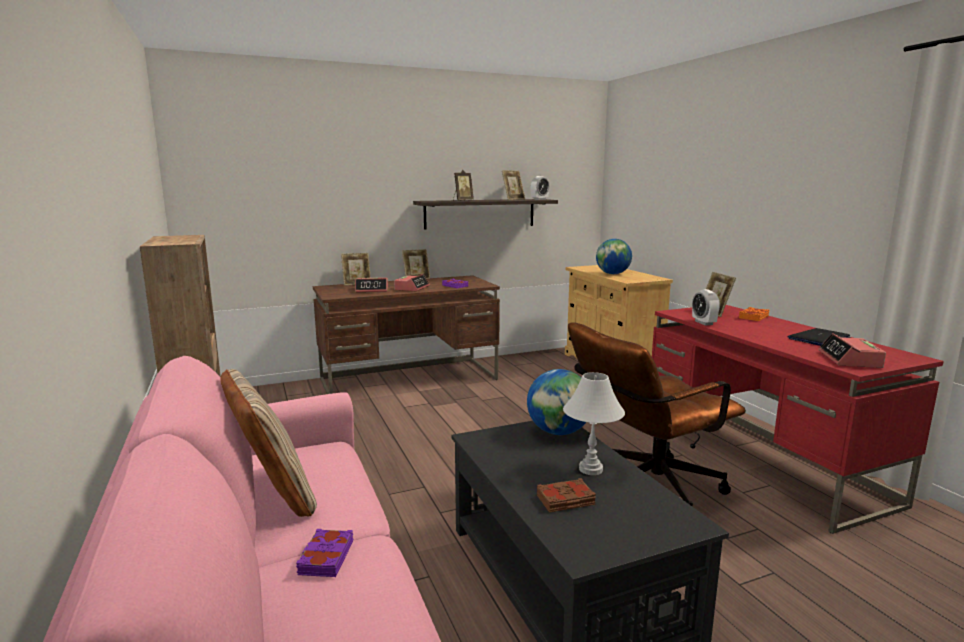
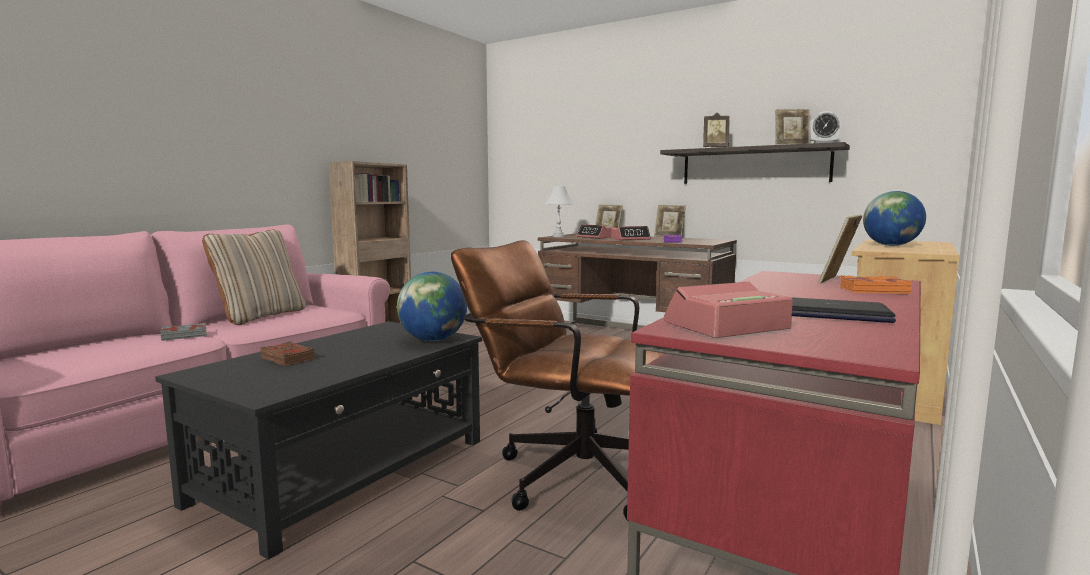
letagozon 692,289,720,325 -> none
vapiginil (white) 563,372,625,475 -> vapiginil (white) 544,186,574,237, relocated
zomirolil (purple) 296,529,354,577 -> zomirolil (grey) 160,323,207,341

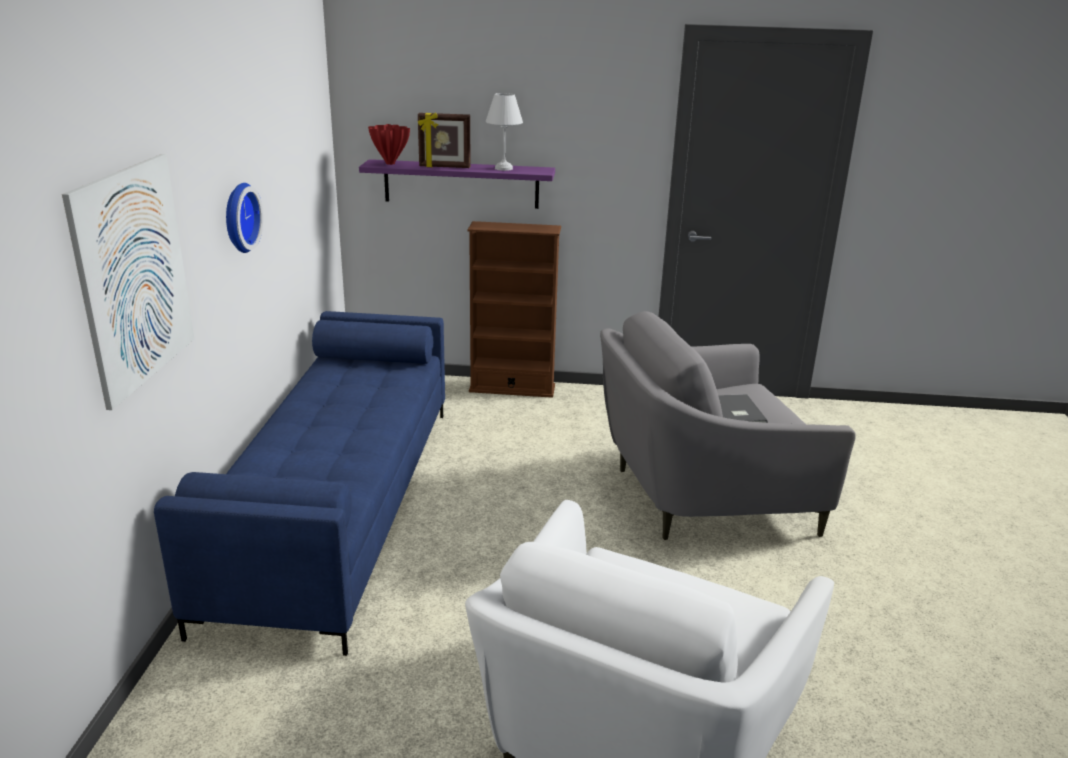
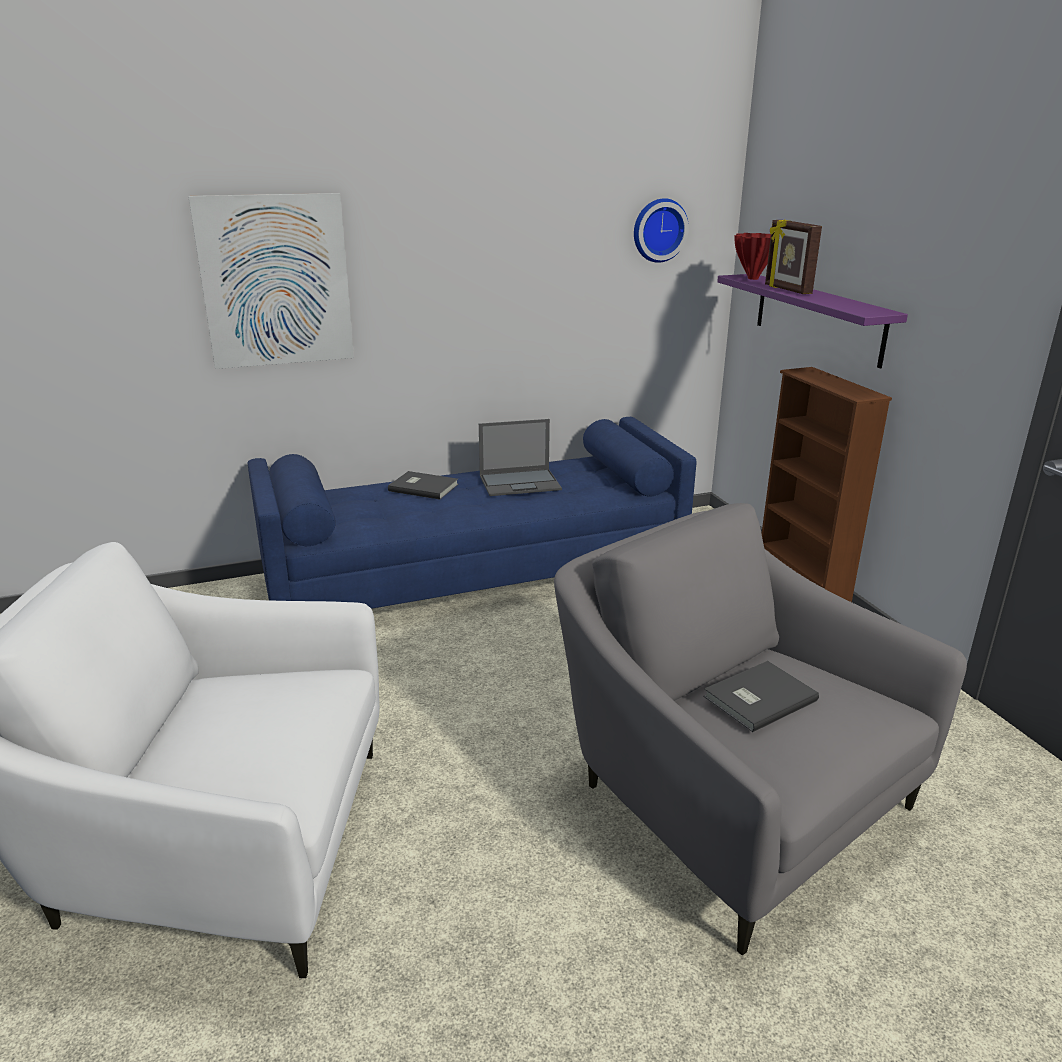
vapiginil (white) 486,93,523,171 -> none
none -> zomirolil (grey) 388,471,458,499
none -> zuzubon 479,419,562,496
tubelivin 226,183,263,253 -> tubelivin 634,198,689,263, relocated

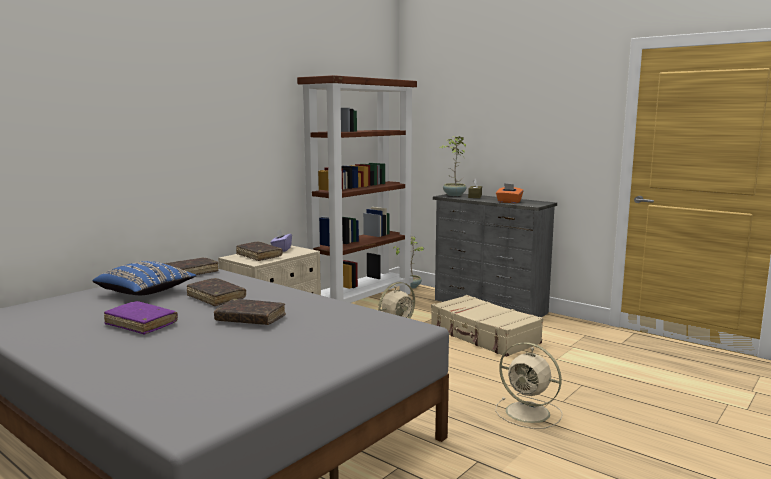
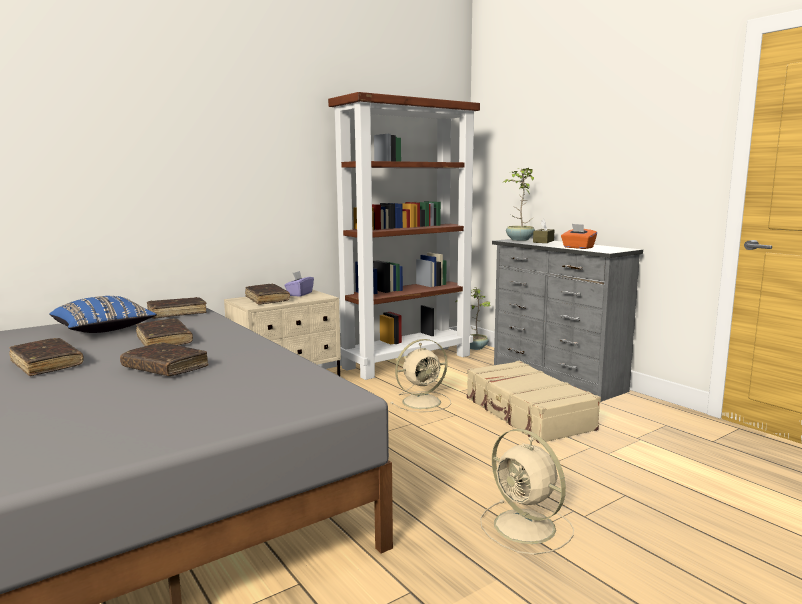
zomirolil (purple) 104,301,178,335 -> zomirolil (brown) 9,338,84,376

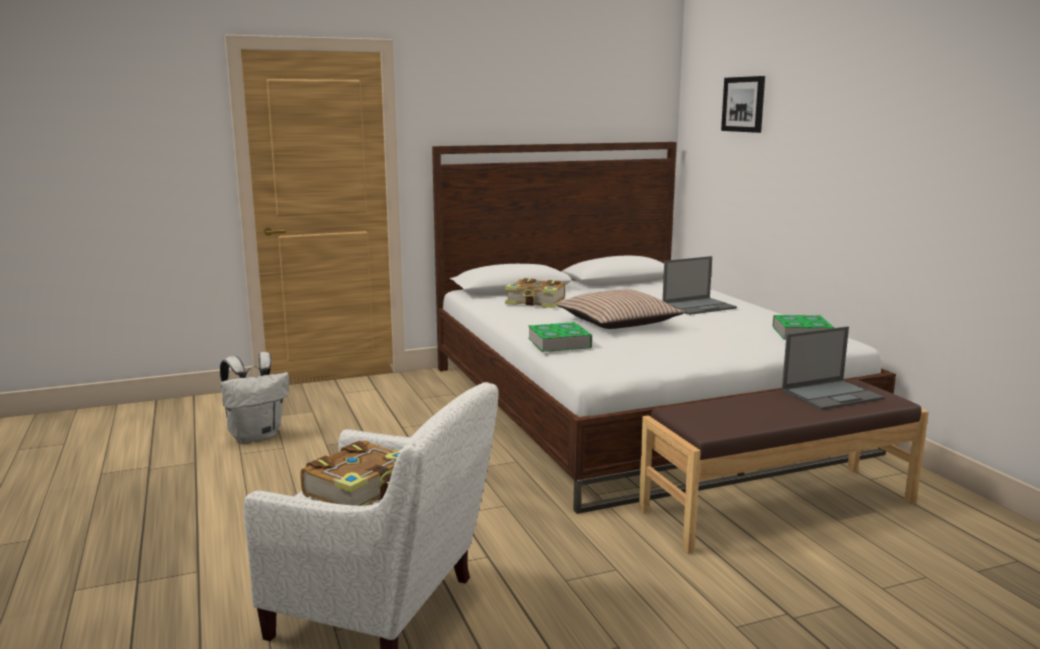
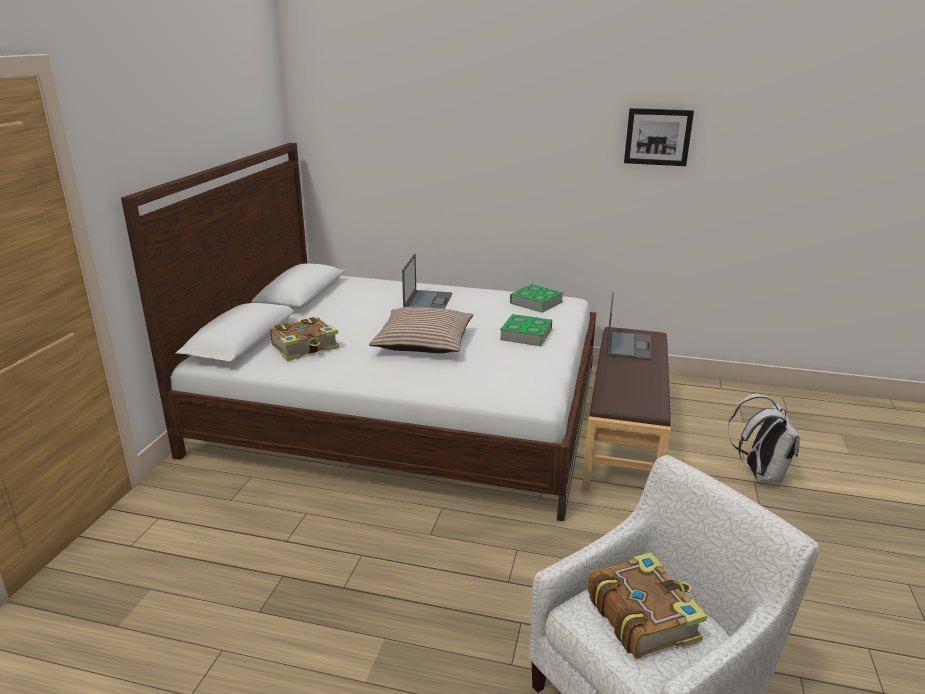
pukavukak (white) 220,352,289,443 -> pukavukak (white) 728,394,800,484, relocated
zomirolil 528,322,592,352 -> zomirolil 500,314,552,346, relocated
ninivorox 721,76,765,133 -> ninivorox 624,108,694,166, relocated

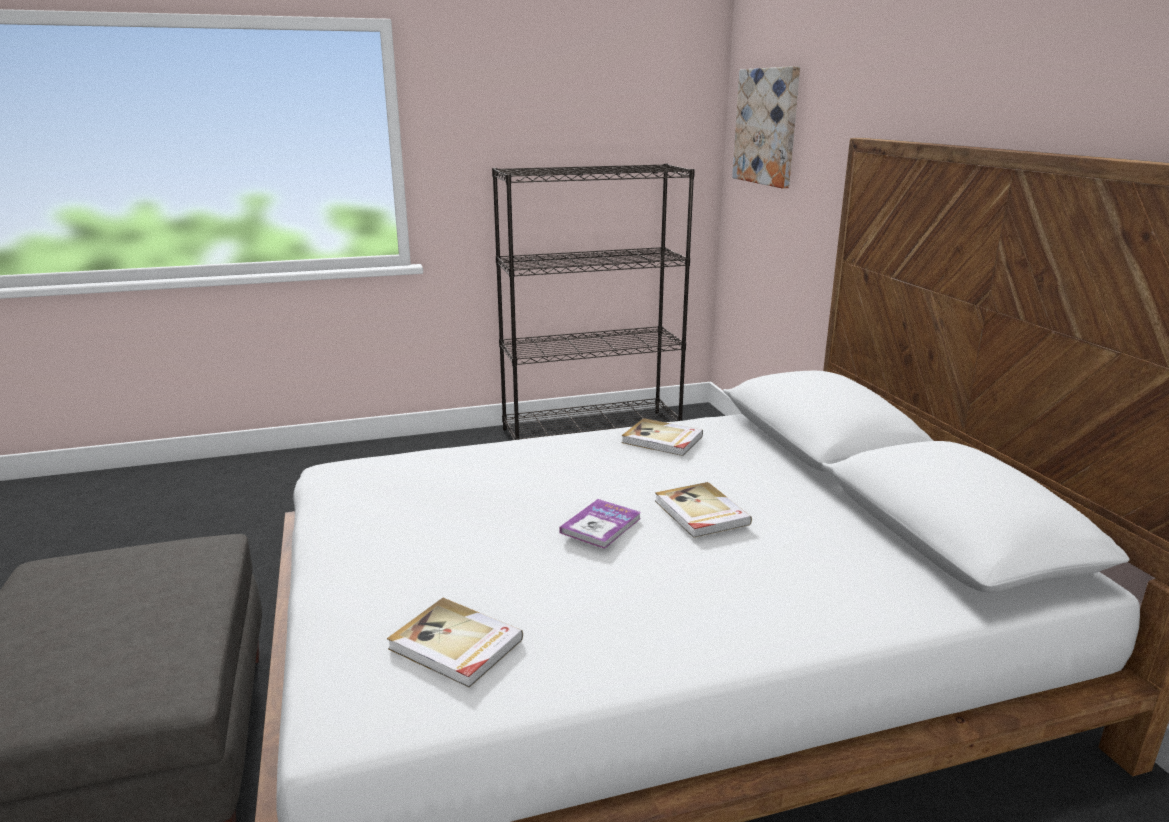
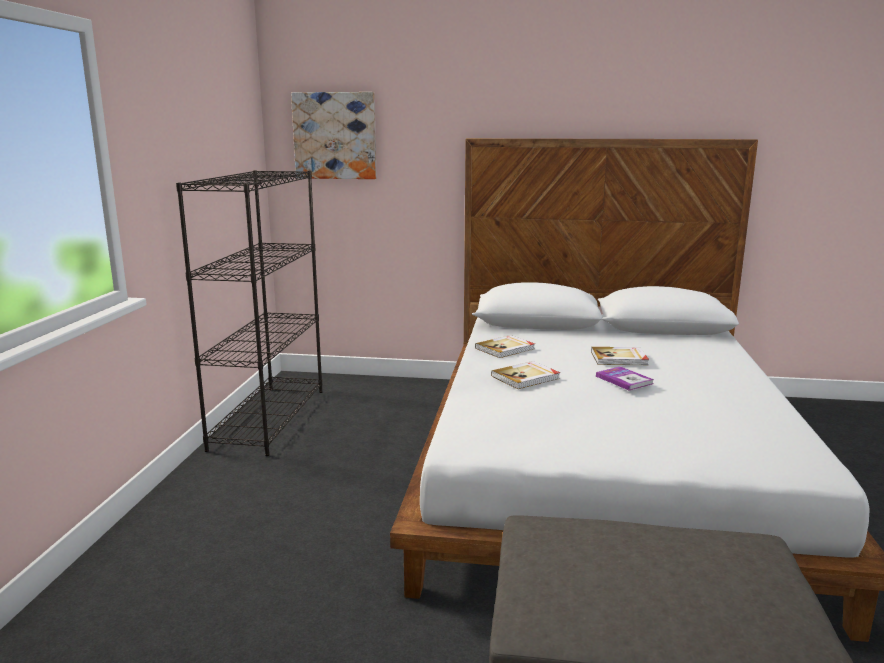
zomirolil 387,598,523,688 -> zomirolil 491,361,560,389, relocated

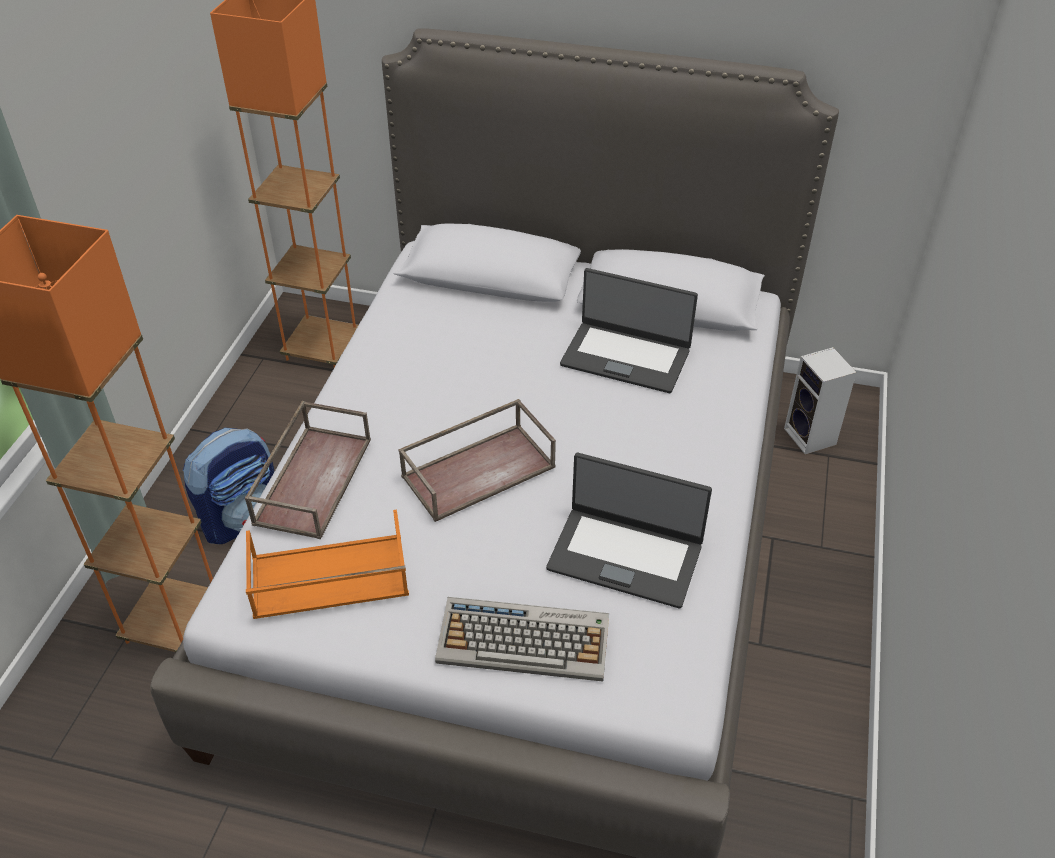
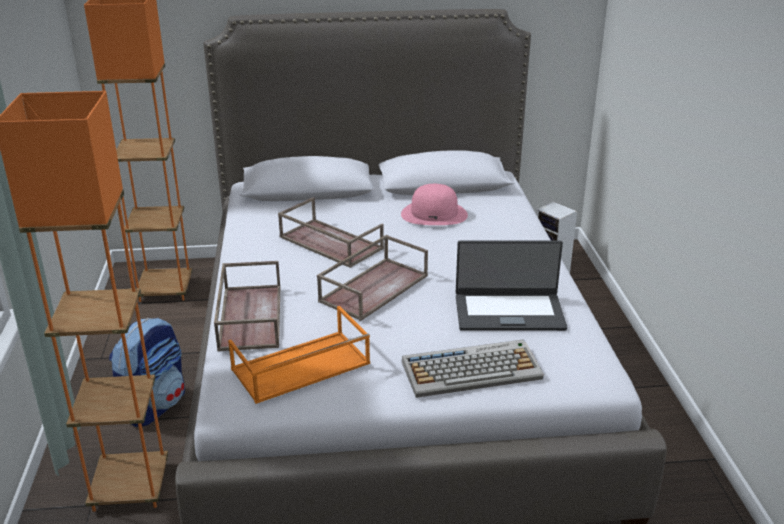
none -> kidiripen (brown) 278,197,384,268
zuzubon 560,268,698,393 -> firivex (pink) 401,184,468,225

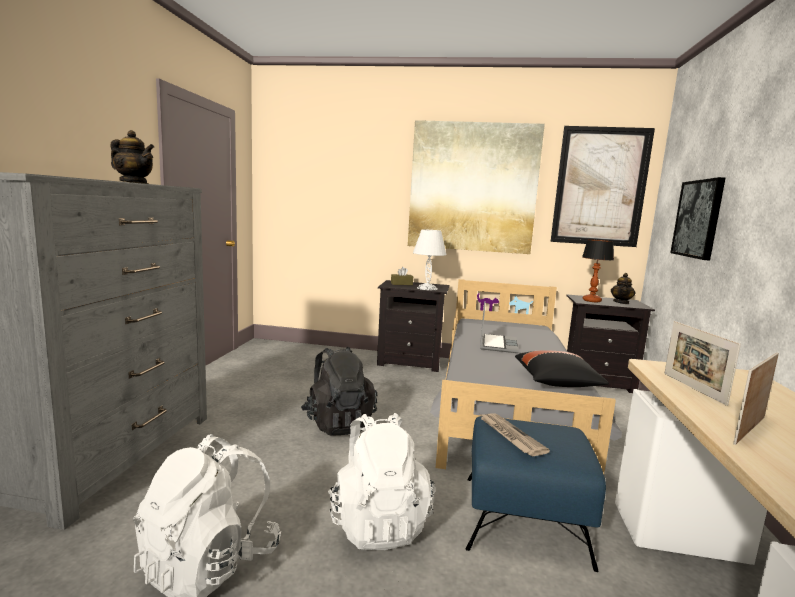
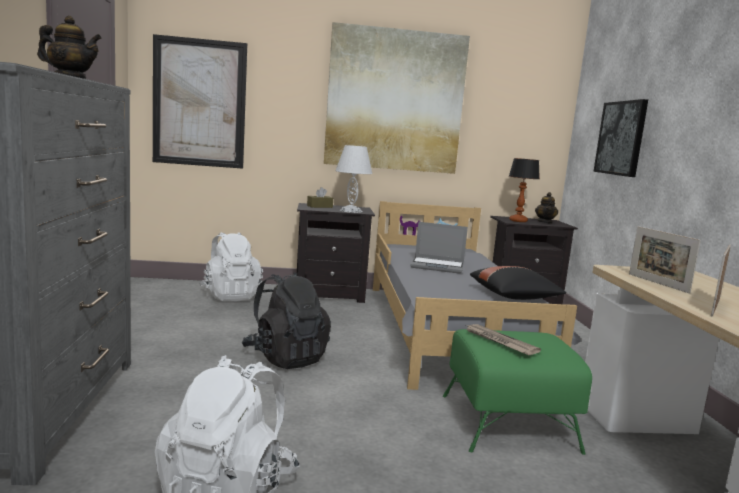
pukavukak (white) 328,413,435,550 -> pukavukak (white) 199,232,263,302, relocated
ninivorox 551,126,655,247 -> ninivorox 153,34,247,169, relocated
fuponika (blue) 466,416,606,572 -> fuponika (green) 443,329,592,455
zuzubon 480,301,519,353 -> zuzubon 410,222,468,274, 105 degrees clockwise

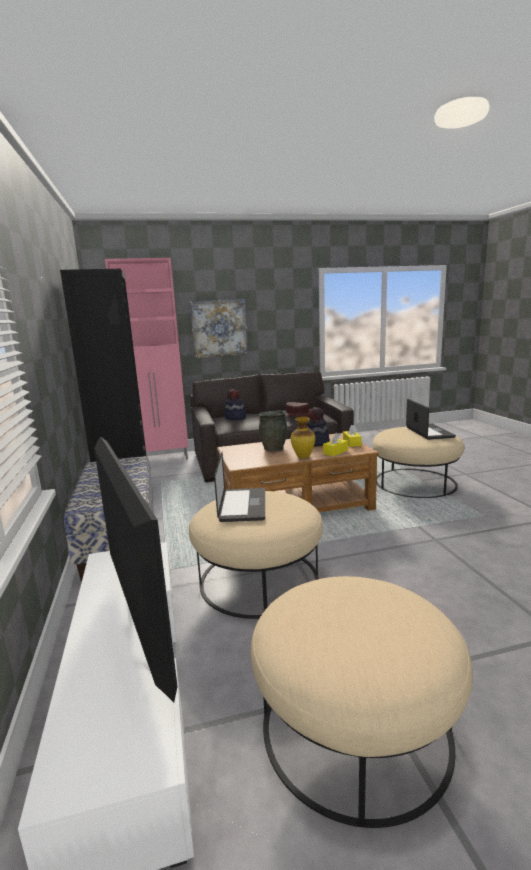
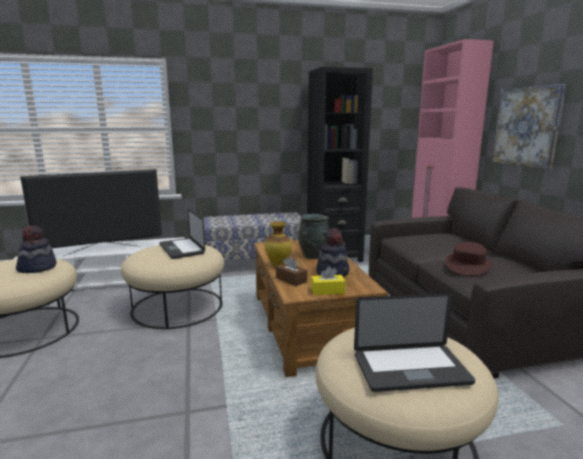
firivex 224,389,246,420 -> firivex 16,226,57,273, relocated
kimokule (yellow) 323,433,348,456 -> kimokule (brown) 276,256,307,286
zuzubon 214,452,265,522 -> zuzubon 159,209,205,259, 60 degrees clockwise

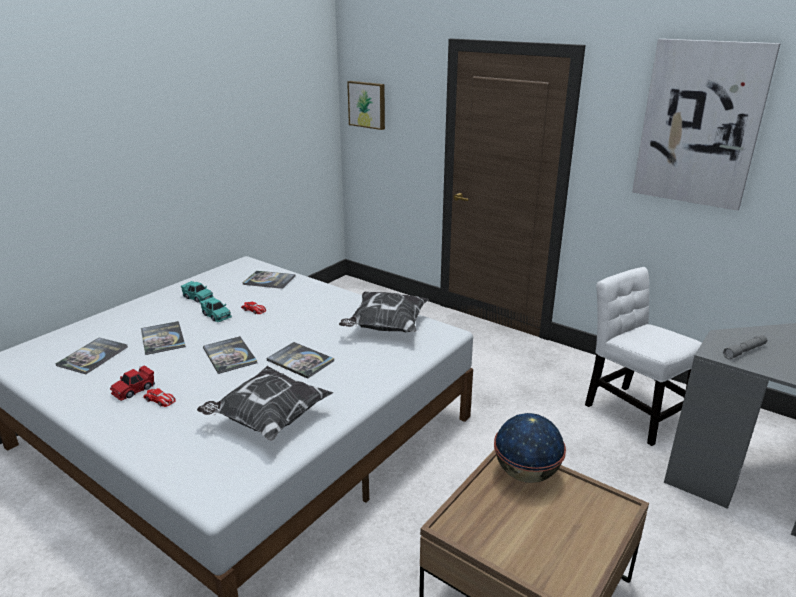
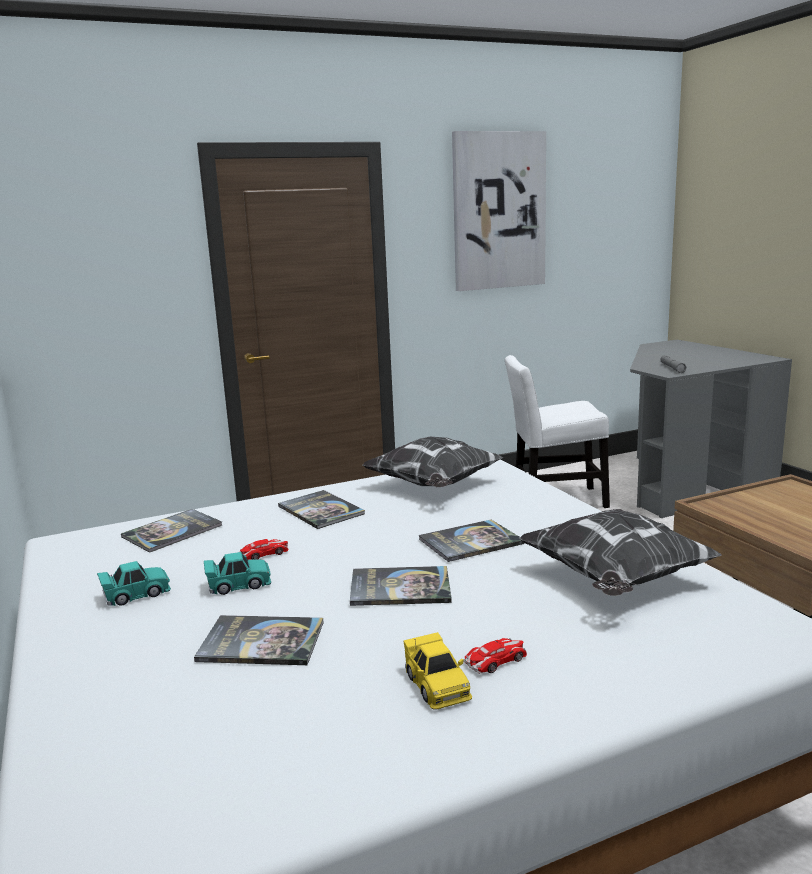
ninivorox 347,81,385,130 -> none
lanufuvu 494,413,566,483 -> none
zomirolil 56,338,128,374 -> zomirolil 278,490,365,529, relocated
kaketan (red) 110,365,155,401 -> kaketan (yellow) 403,632,472,710

